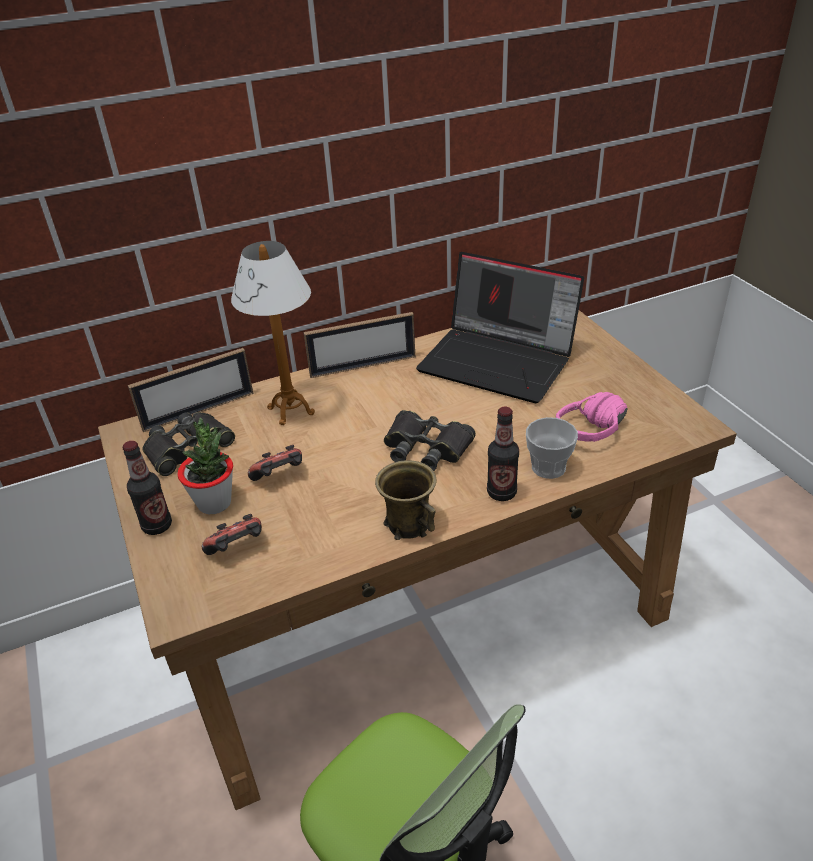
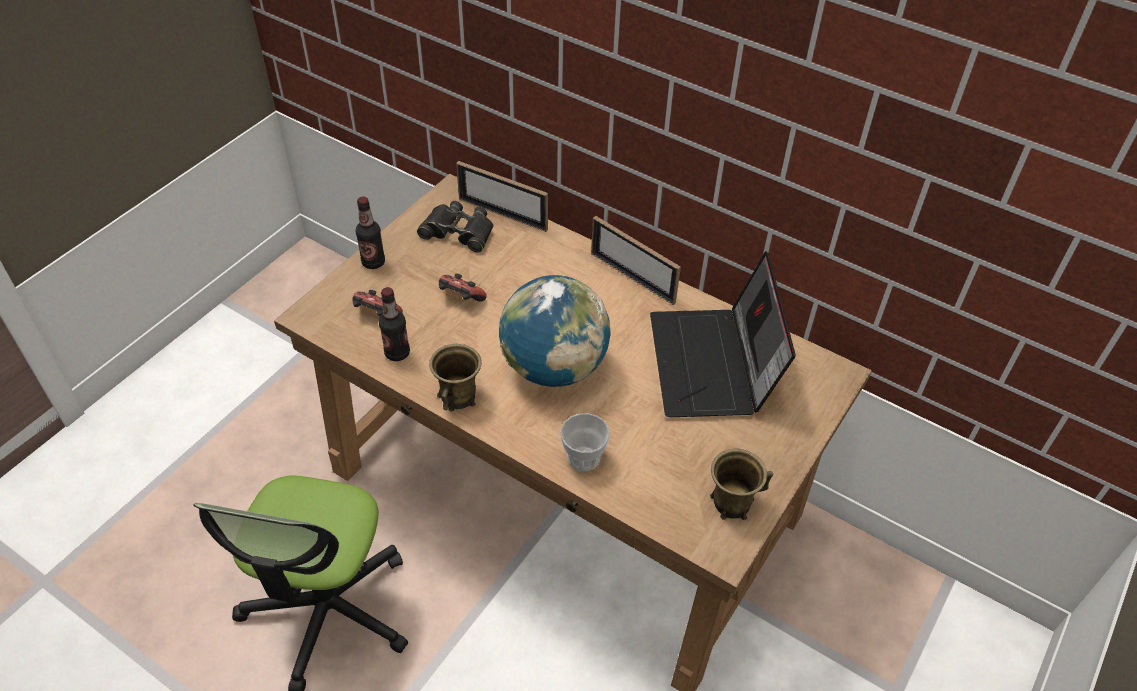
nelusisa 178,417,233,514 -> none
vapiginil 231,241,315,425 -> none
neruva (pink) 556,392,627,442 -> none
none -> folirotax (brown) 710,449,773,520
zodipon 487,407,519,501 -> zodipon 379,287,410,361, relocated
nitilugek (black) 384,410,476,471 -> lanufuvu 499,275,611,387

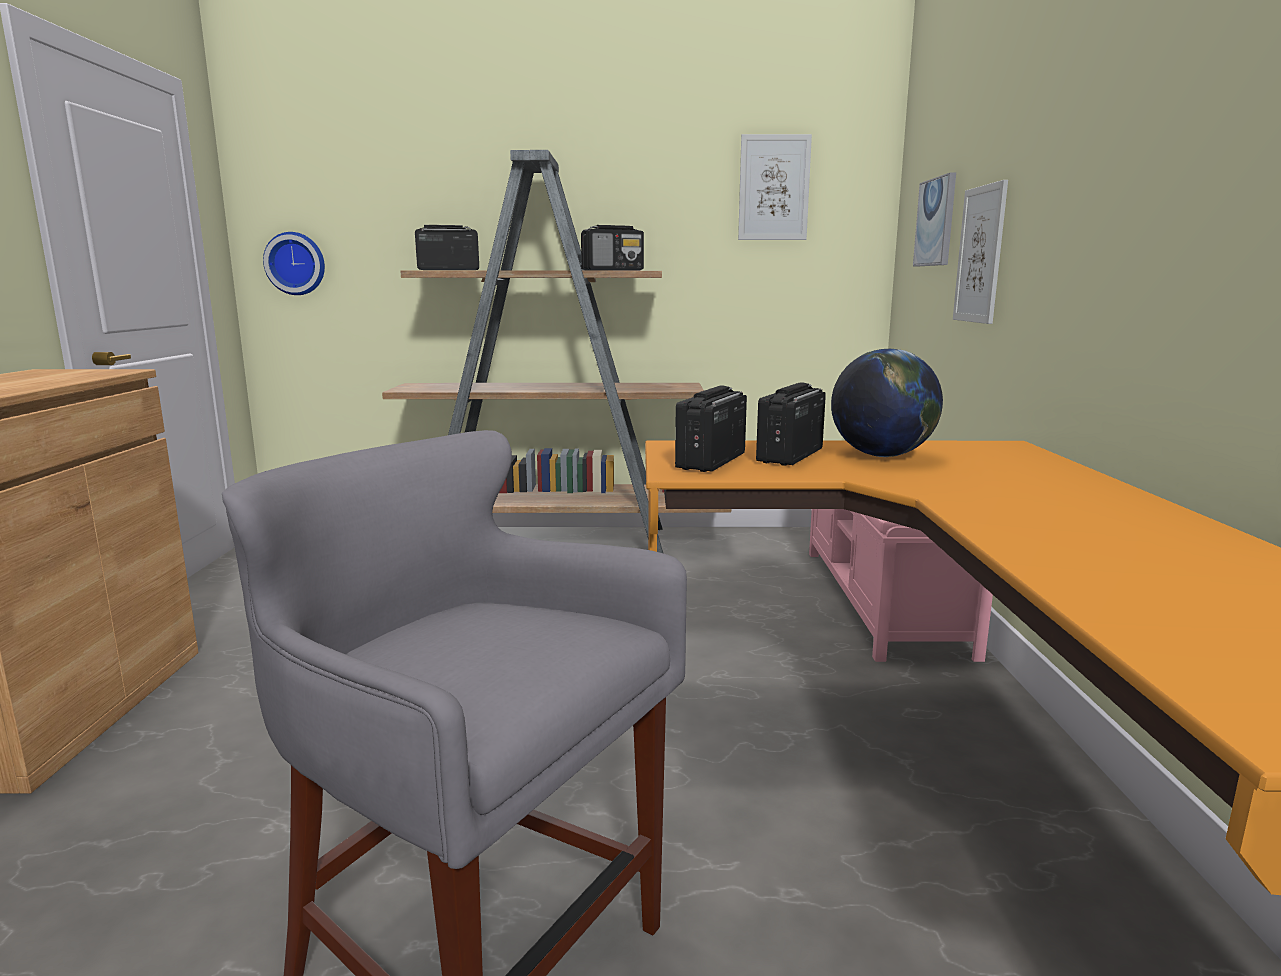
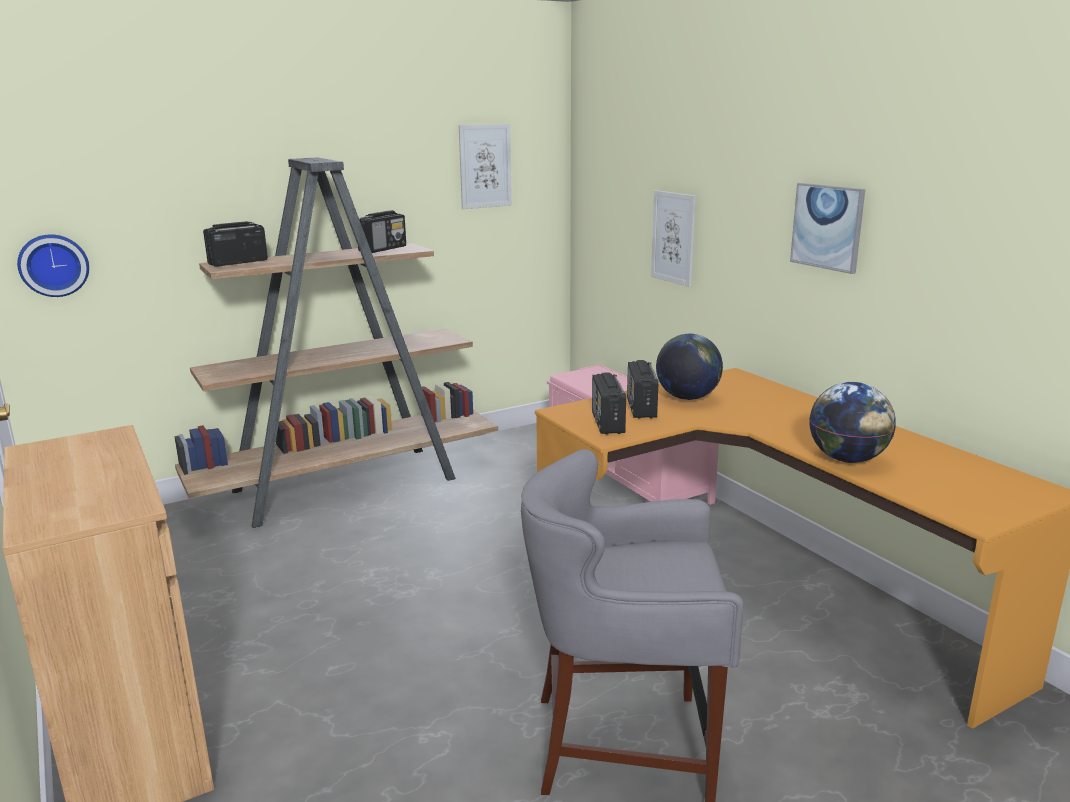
none -> lanufuvu 809,382,896,463
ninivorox 913,172,956,266 -> ninivorox 790,183,865,274, relocated

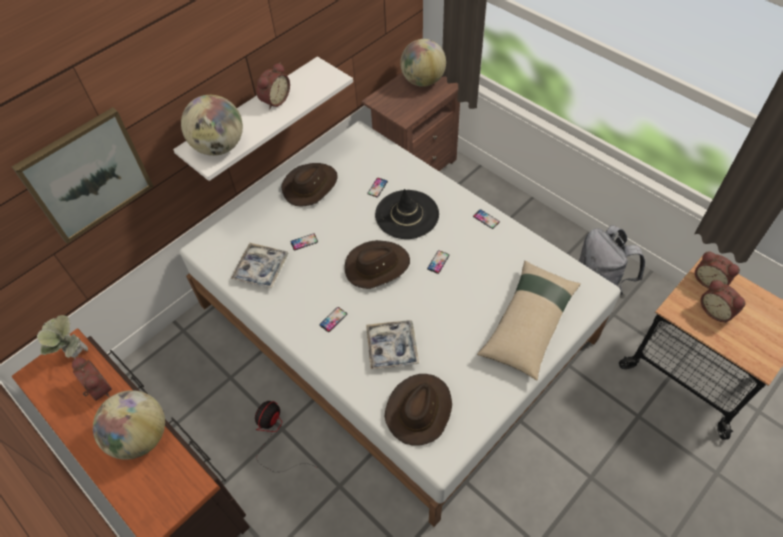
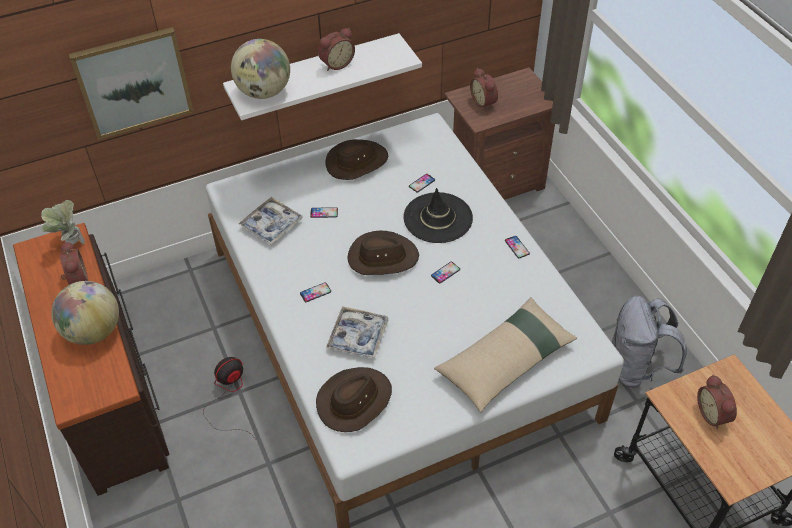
lanufuvu 400,39,446,87 -> none
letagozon 695,251,740,289 -> letagozon 470,68,498,110, relocated

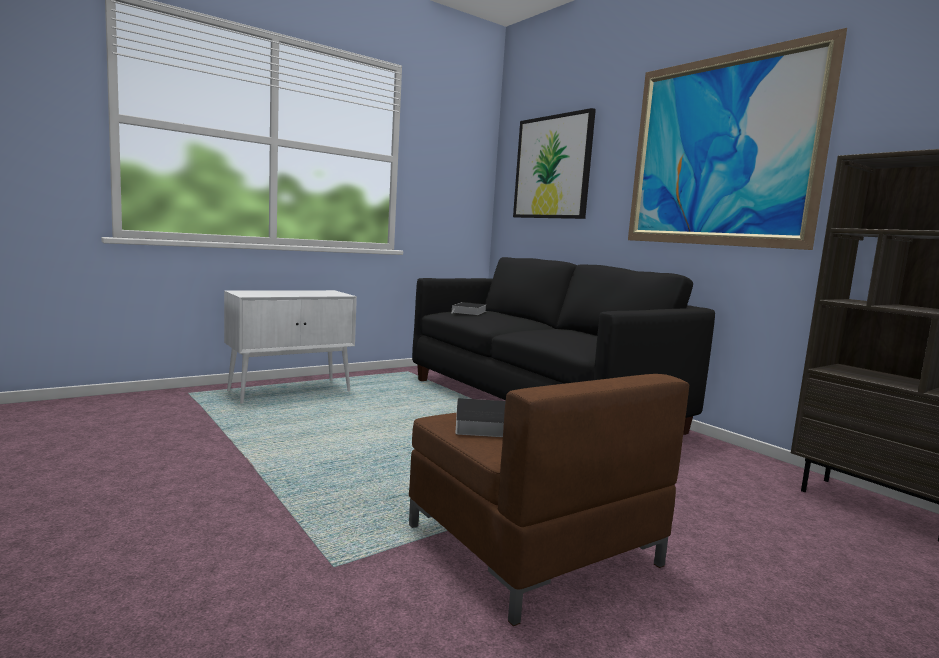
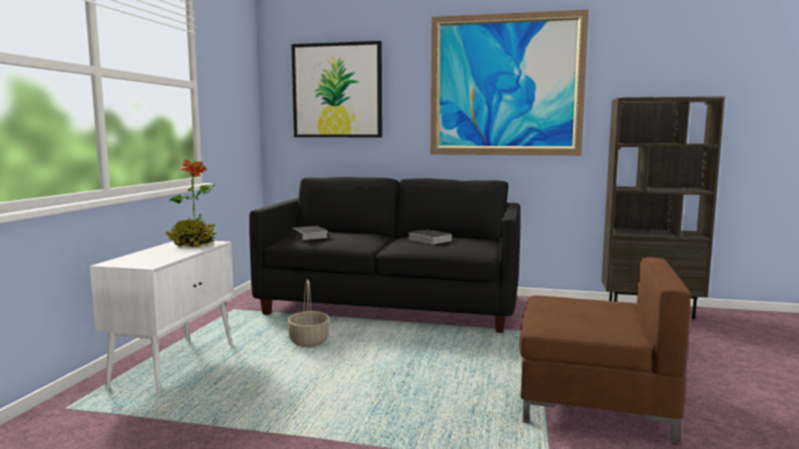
none -> nelusisa 165,159,217,247
none -> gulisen 287,280,330,347
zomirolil 455,398,506,437 -> zomirolil 408,229,453,244, relocated

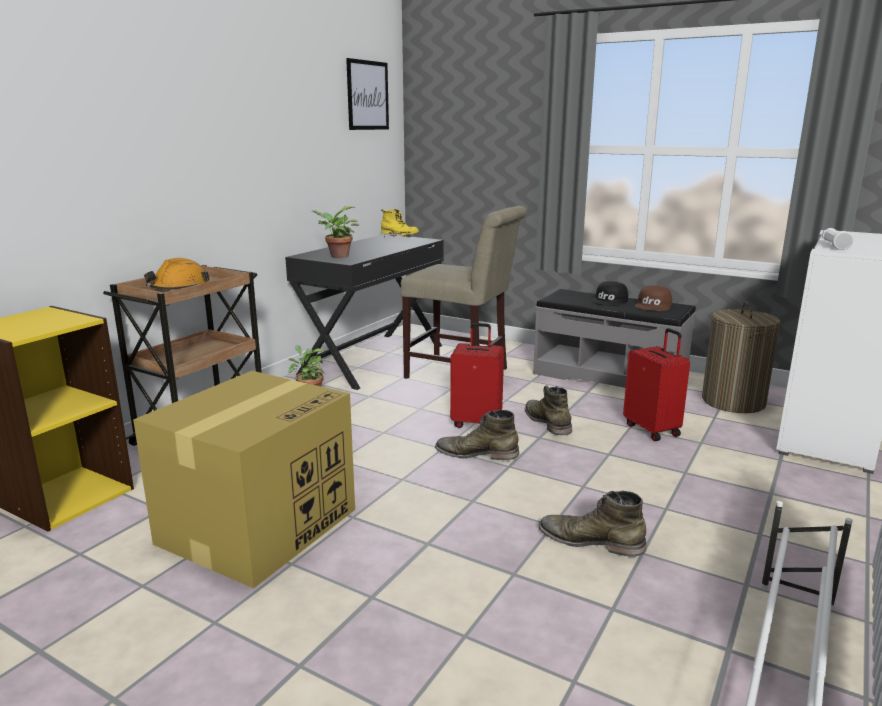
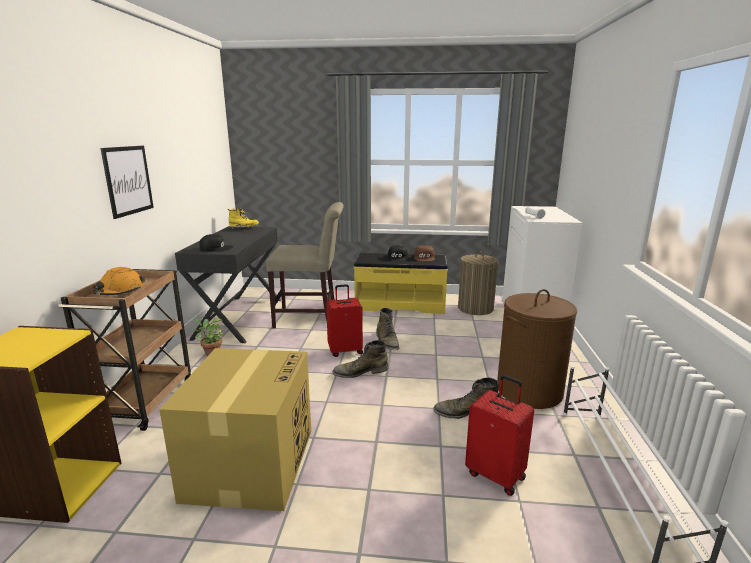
none -> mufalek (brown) 497,289,577,409
ninivorox 346,58,389,130 -> ninivorox 100,146,154,219, relocated
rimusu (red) 623,328,690,441 -> rimusu (red) 465,375,534,496, relocated
nelusisa 311,206,359,258 -> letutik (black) 199,234,233,252
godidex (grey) 533,289,696,388 -> godidex (yellow) 354,253,448,314
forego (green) 525,385,572,435 -> forego (green) 376,308,399,350, 150 degrees counterclockwise

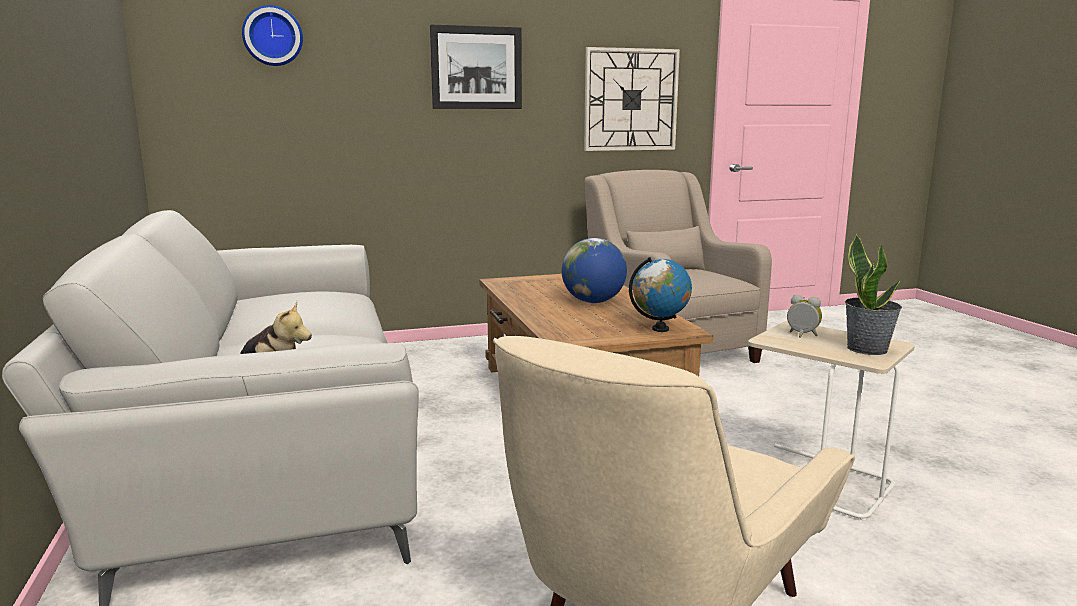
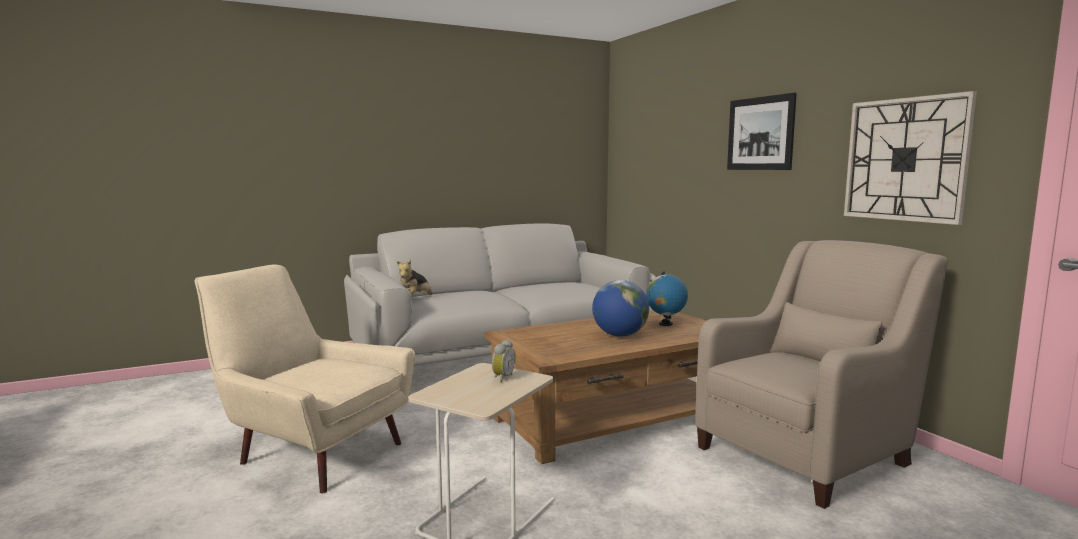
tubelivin 242,5,303,66 -> none
nelusisa 845,234,902,355 -> none
lanufuvu 629,257,692,332 -> lanufuvu 646,271,688,326, relocated

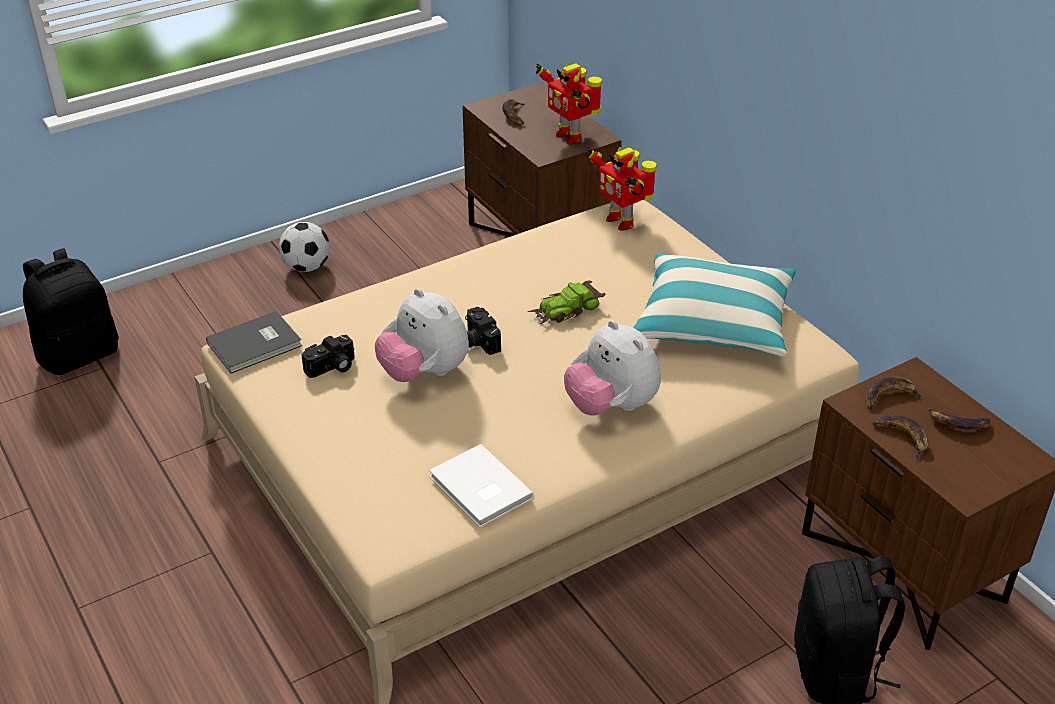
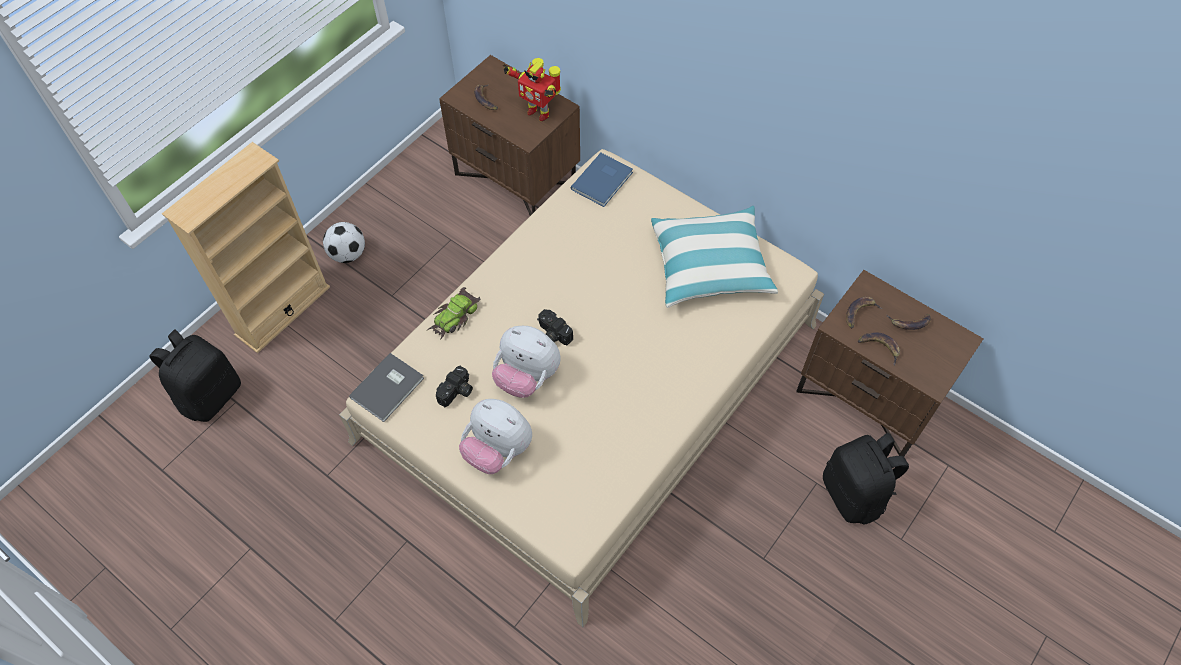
zomirolil (white) 429,444,534,527 -> none
none -> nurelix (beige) 162,142,330,353
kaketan 528,280,605,324 -> kaketan 426,287,480,340, relocated
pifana 564,320,661,416 -> pifana 459,399,532,474, relocated
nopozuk 586,146,656,231 -> zomirolil (blue) 571,153,633,207

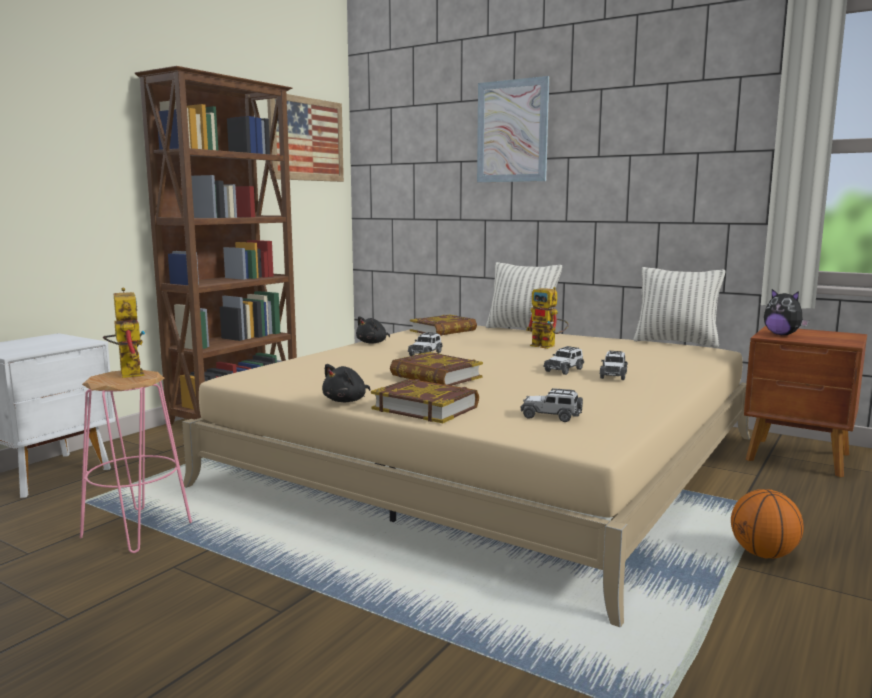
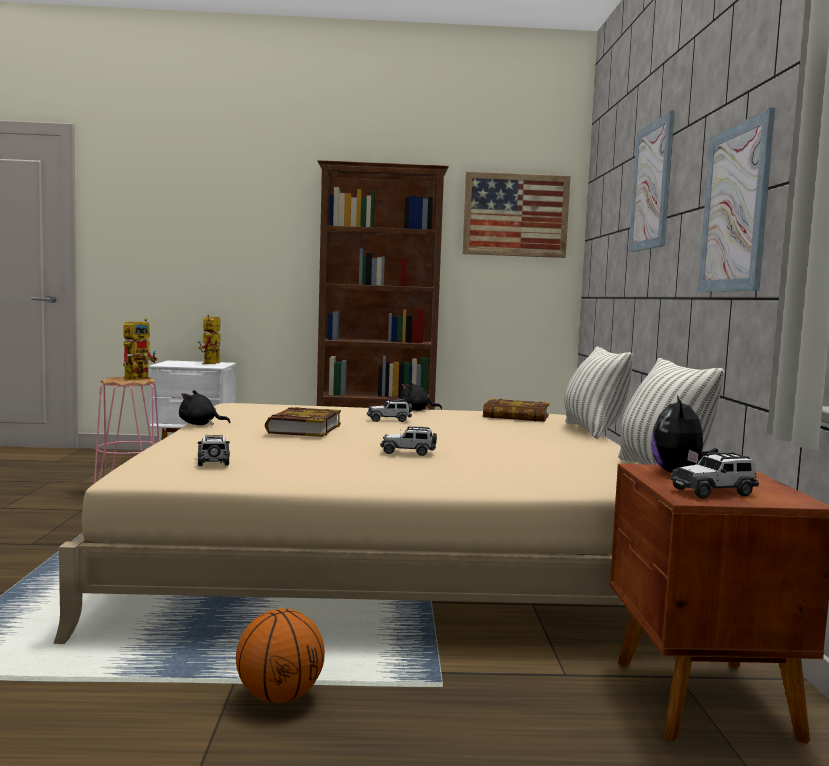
zomirolil 371,379,479,423 -> none
none -> ninivorox 698,108,775,292
nopozuk 526,287,569,349 -> nopozuk 198,315,220,364, relocated
kaketan 600,350,628,380 -> kaketan 670,452,759,499, relocated

